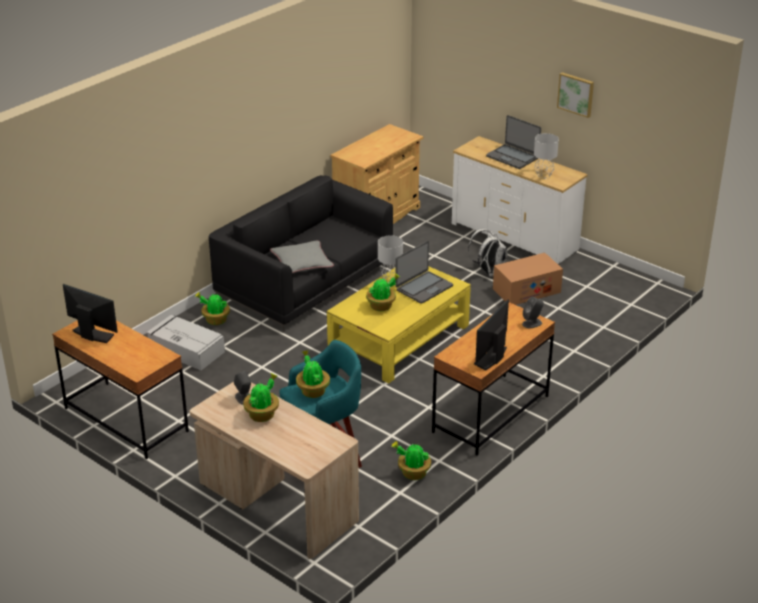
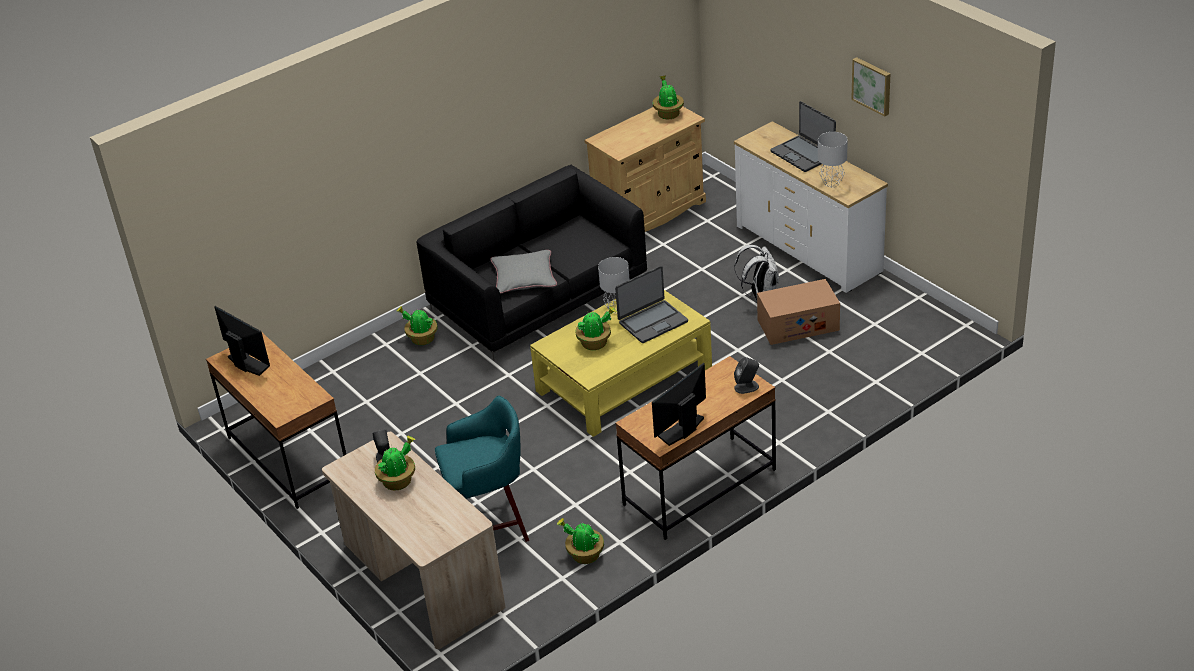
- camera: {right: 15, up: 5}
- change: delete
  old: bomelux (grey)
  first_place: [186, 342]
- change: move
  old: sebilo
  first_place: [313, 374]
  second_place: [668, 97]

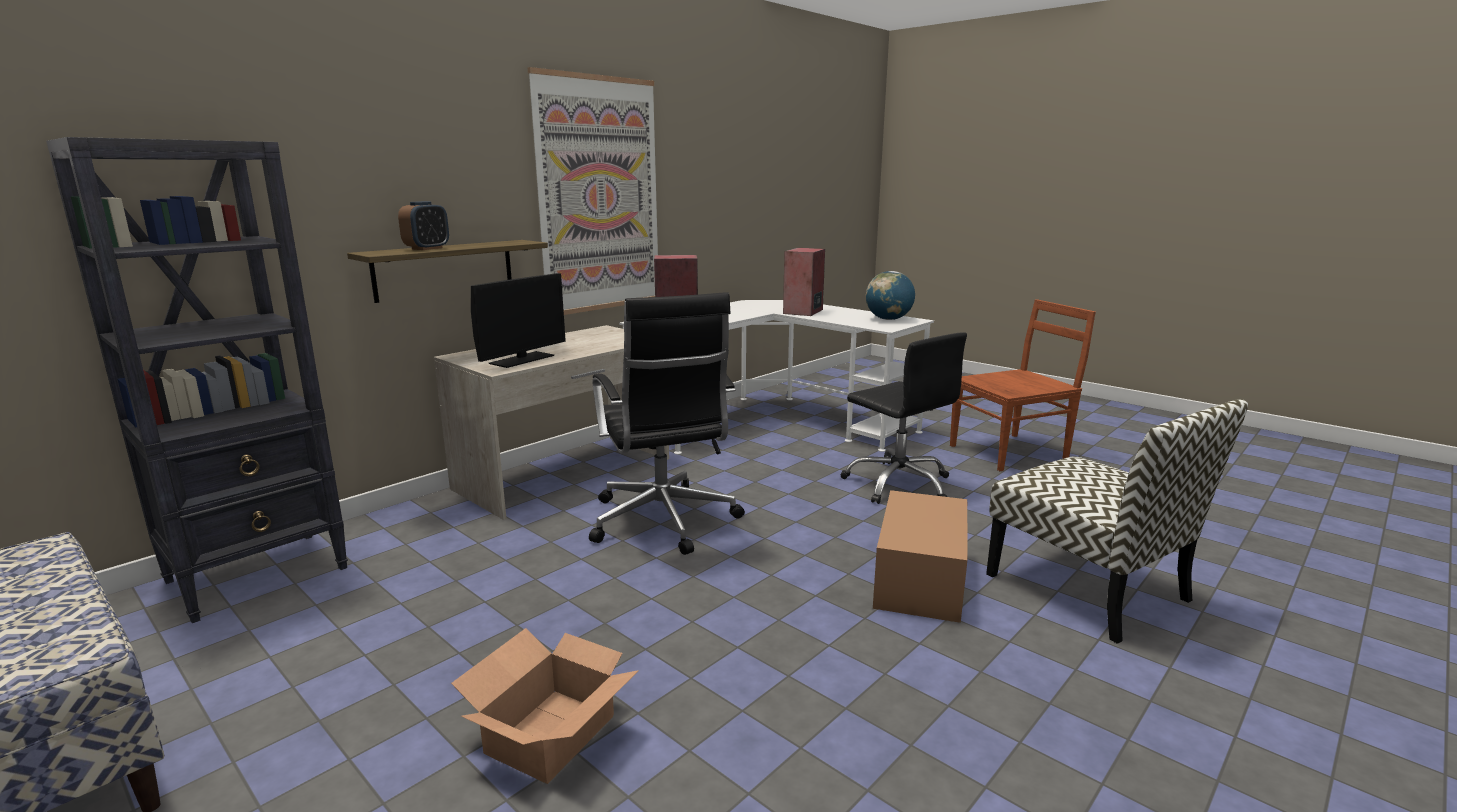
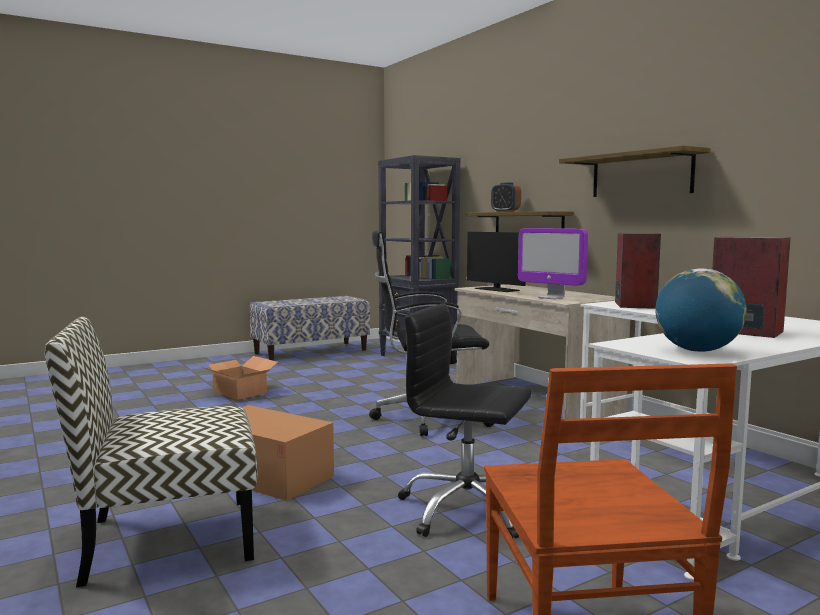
- camera: {right: 105, up: -10}
- change: replace
  old: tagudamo
  new: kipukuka
  first_place: [593, 191]
  second_place: [635, 171]
- change: rotate
  old: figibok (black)
  first_place: [904, 418]
  second_place: [464, 421]
  degrees: 45
- change: insert
  new: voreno
  second_place: [553, 263]

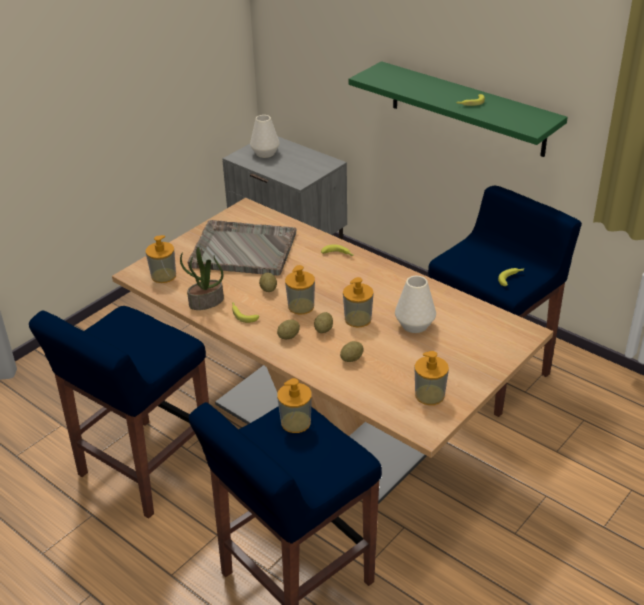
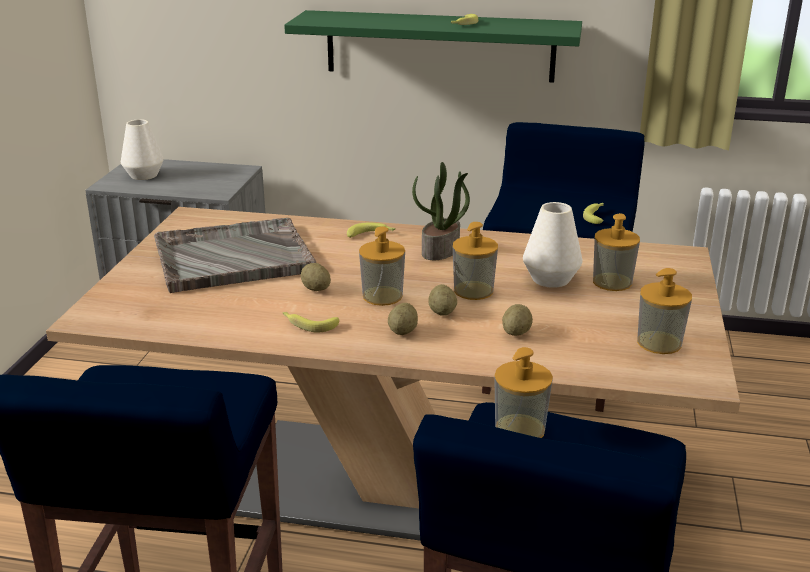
- camera: {right: -30, up: -10}
- change: move
  old: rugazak
  first_place: [161, 259]
  second_place: [616, 252]
- change: move
  old: sebilo
  first_place: [202, 278]
  second_place: [441, 211]

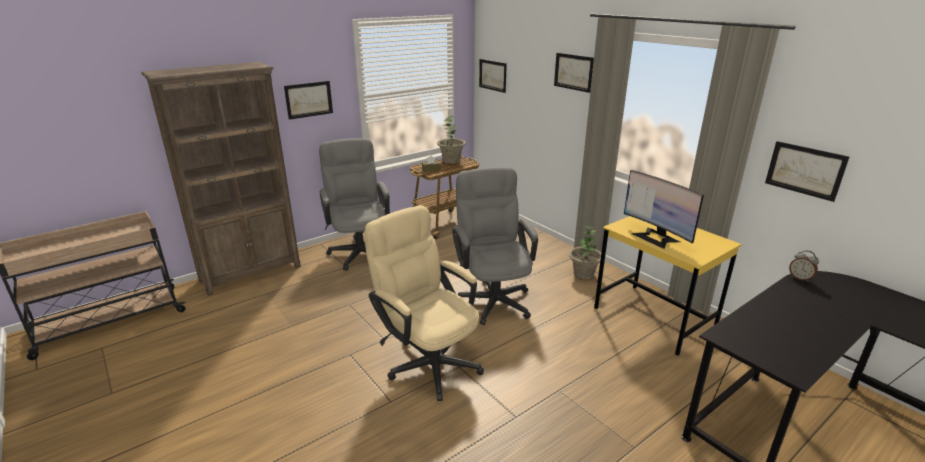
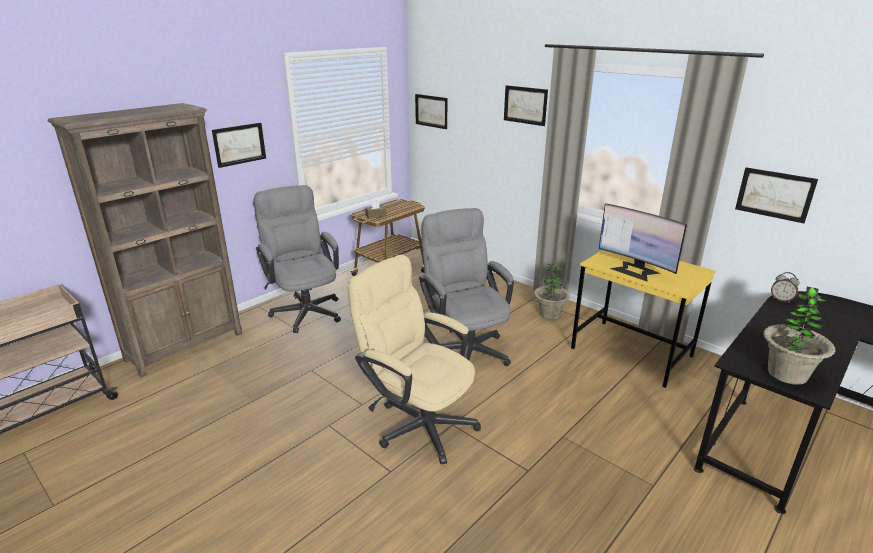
- camera: {right: -10, up: 0}
- change: move
  old: sebilo
  first_place: [451, 139]
  second_place: [799, 336]

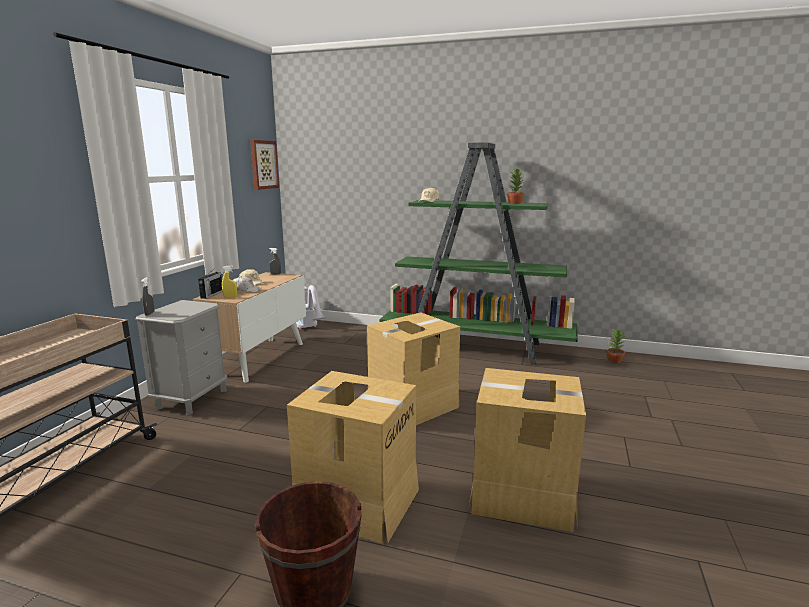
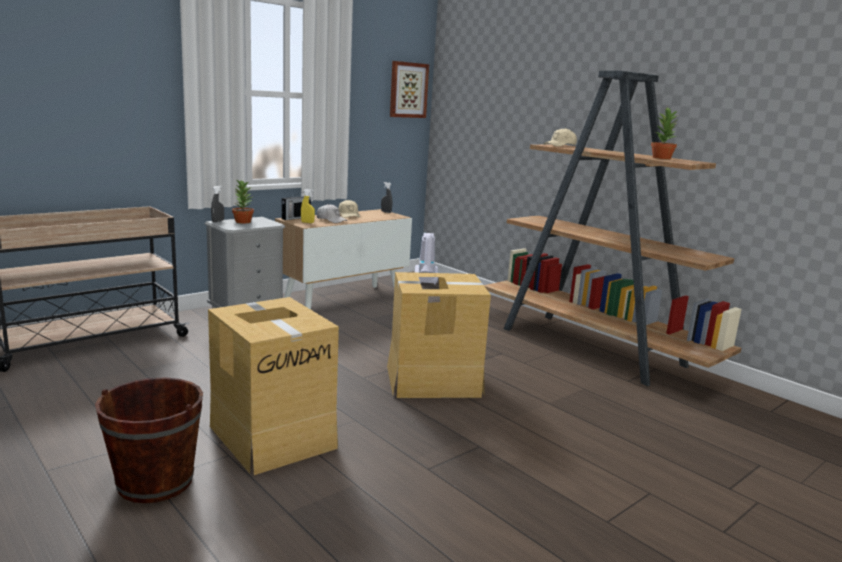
- camera: {right: 30, up: 0}
- change: recolor
  old: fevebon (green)
  new: fevebon (brown)
  first_place: [479, 253]
  second_place: [613, 228]
- change: delete
  old: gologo
  first_place: [527, 450]
- change: move
  old: sebilo
  first_place: [616, 346]
  second_place: [243, 202]

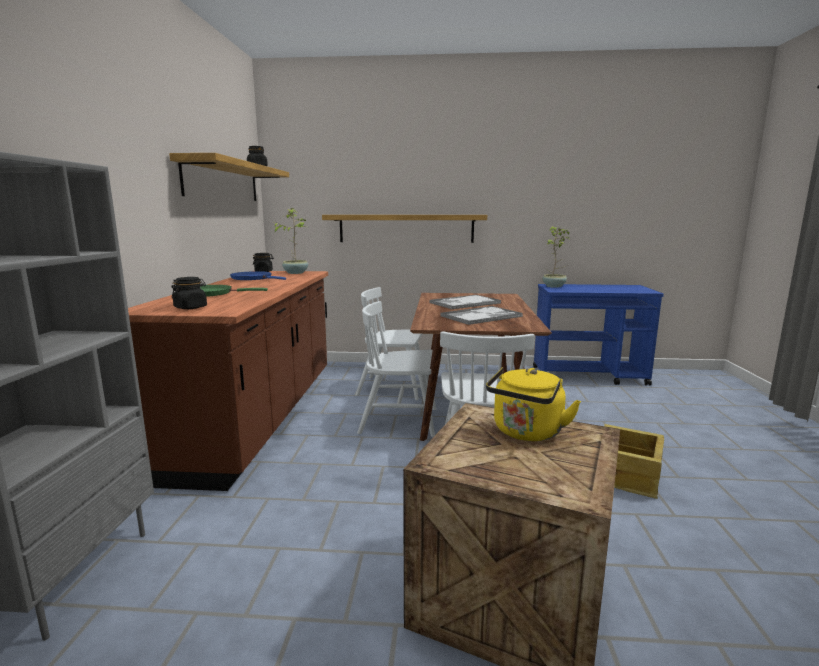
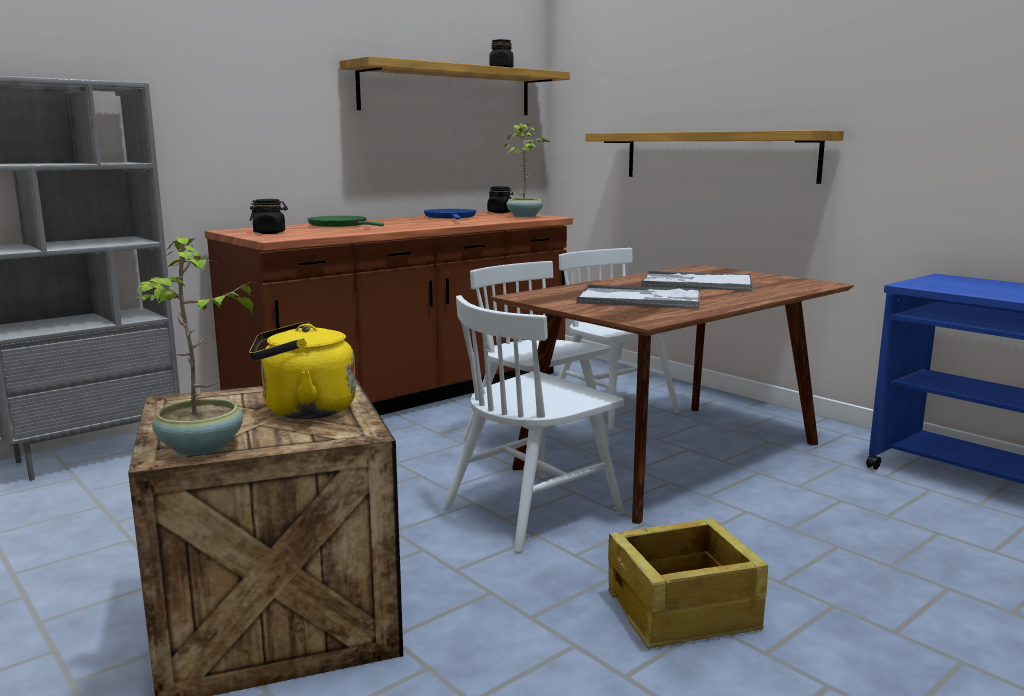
- camera: {right: 45, up: 0}
- change: move
  old: sebilo
  first_place: [556, 257]
  second_place: [196, 346]

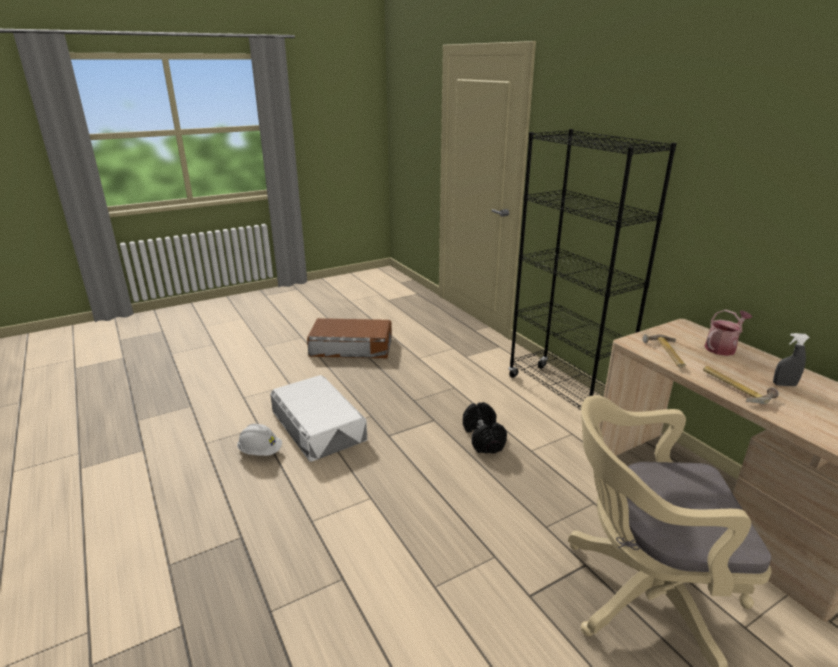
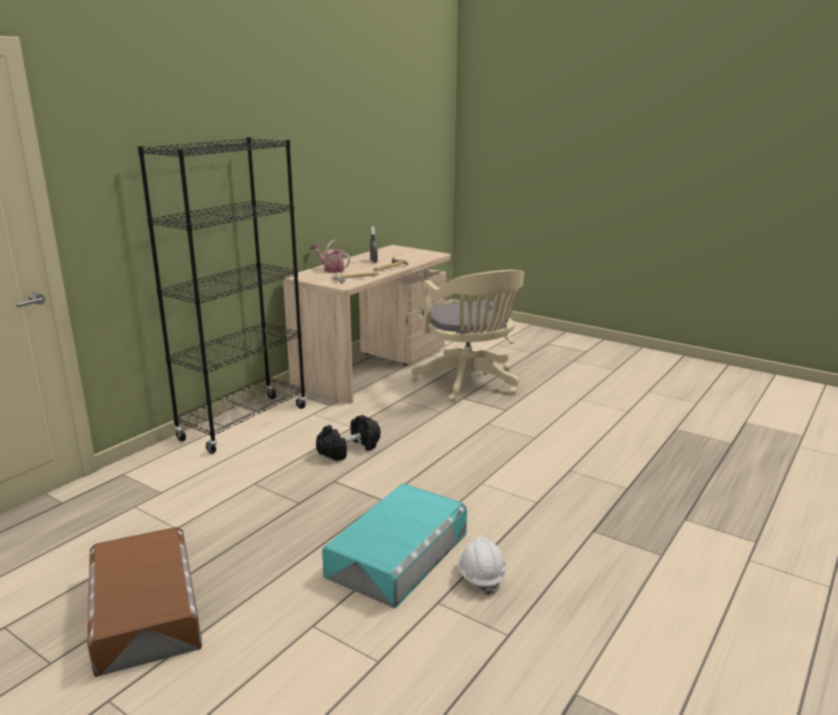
- camera: {right: -115, up: -5}
- change: recolor
  old: bomelux (white)
  new: bomelux (turquoise)
  first_place: [318, 418]
  second_place: [394, 545]

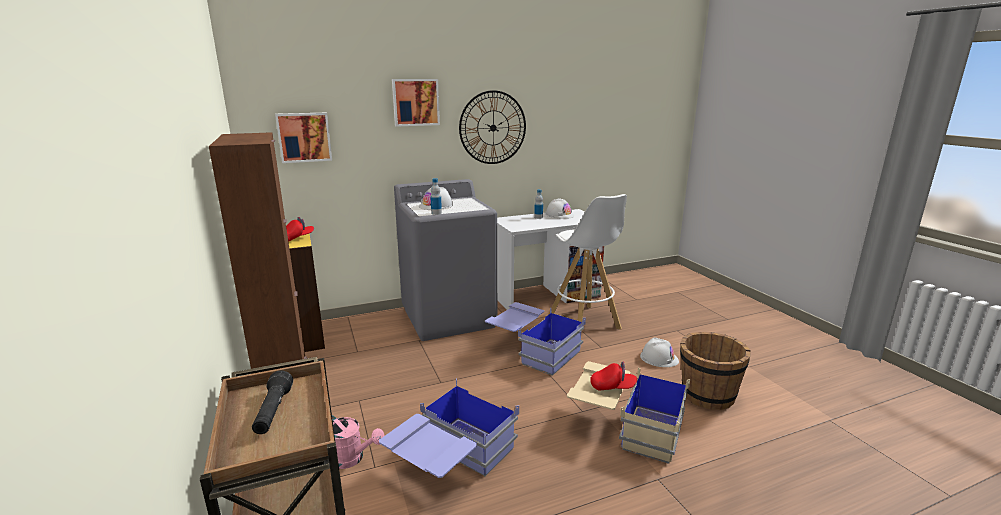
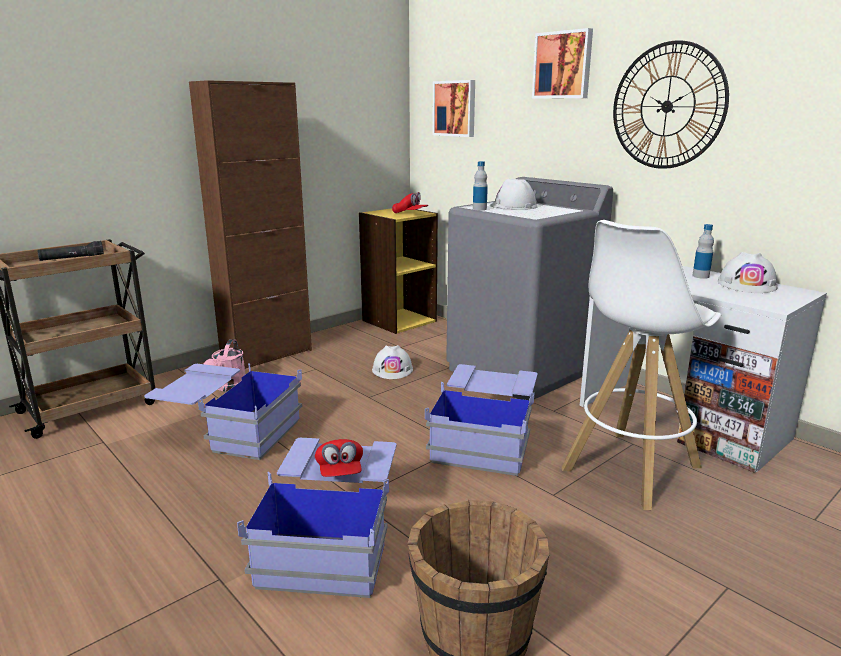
- camera: {right: 70, up: 0}
- change: recolor
  old: bomelux (beige)
  new: bomelux (blue)
  first_place: [628, 412]
  second_place: [317, 517]
- change: move
  old: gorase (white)
  first_place: [659, 352]
  second_place: [392, 362]

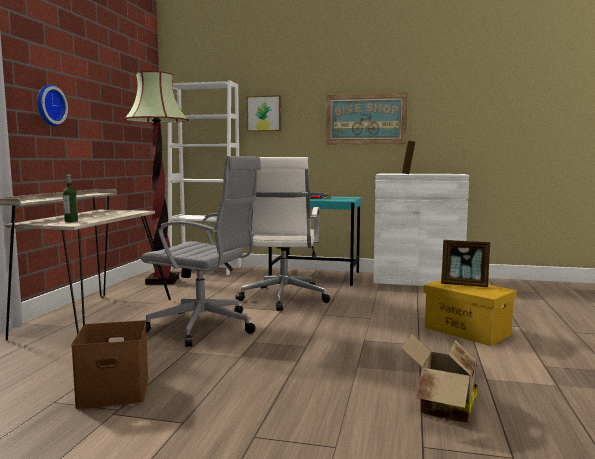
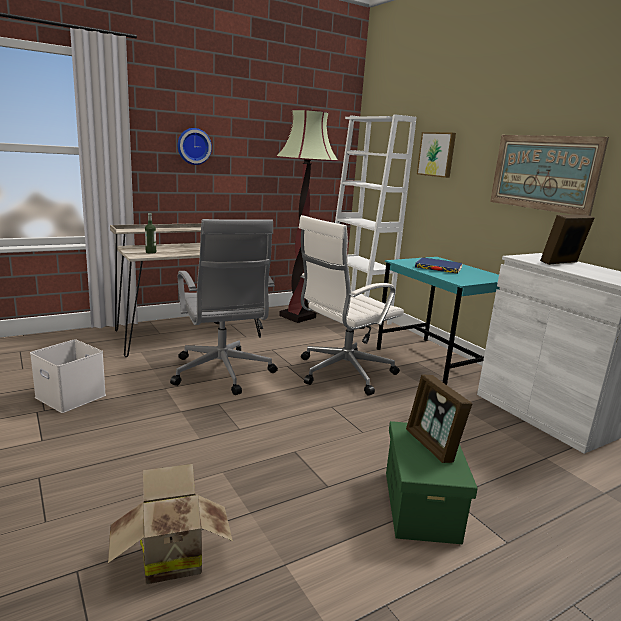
- camera: {right: 45, up: 10}
- change: recolor
  old: bomelux (brown)
  new: bomelux (white)
  first_place: [110, 364]
  second_place: [68, 376]
- change: recolor
  old: bomelux (yellow)
  new: bomelux (green)
  first_place: [470, 313]
  second_place: [432, 482]

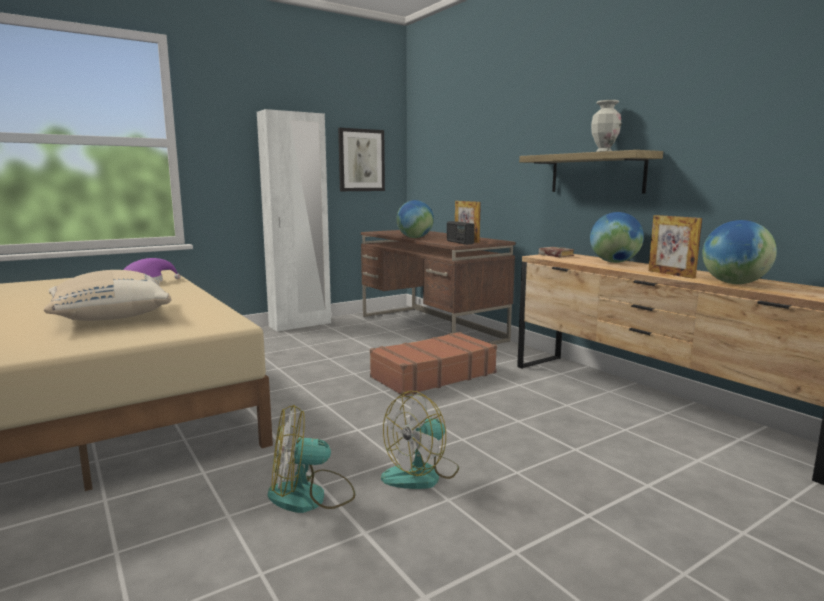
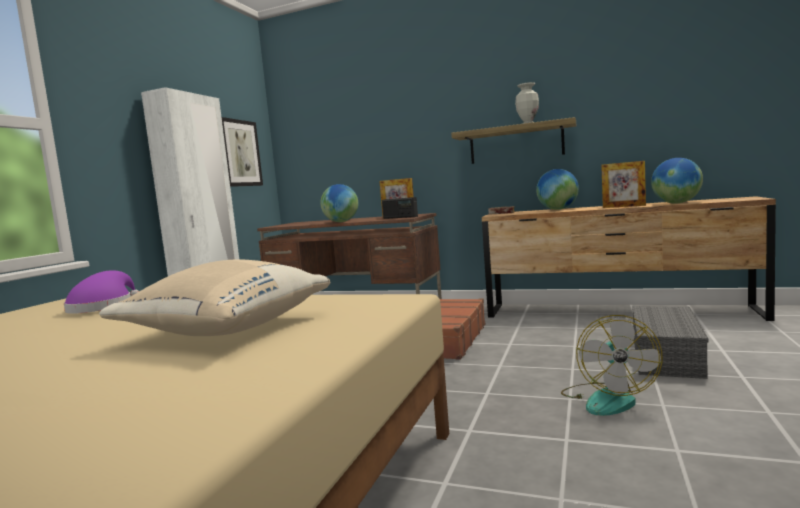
- camera: {right: -35, up: -5}
- change: delete
  old: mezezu
  first_place: [312, 459]
- change: insert
  new: bomelux (grey)
  second_place: [670, 342]

